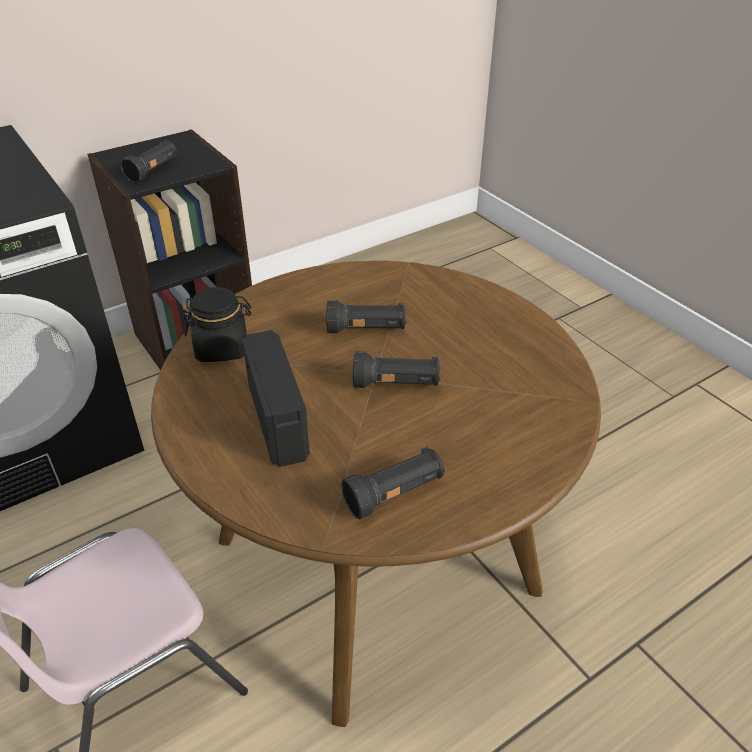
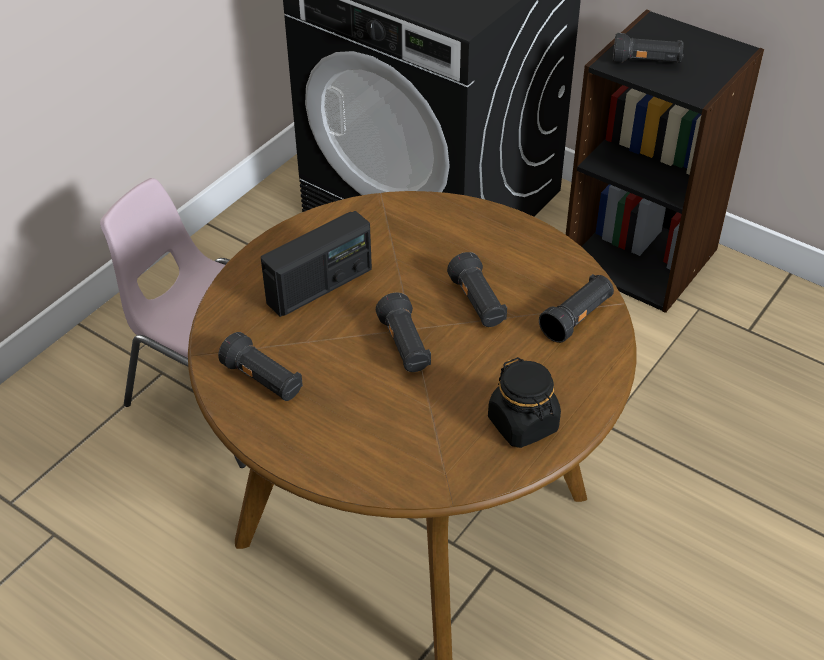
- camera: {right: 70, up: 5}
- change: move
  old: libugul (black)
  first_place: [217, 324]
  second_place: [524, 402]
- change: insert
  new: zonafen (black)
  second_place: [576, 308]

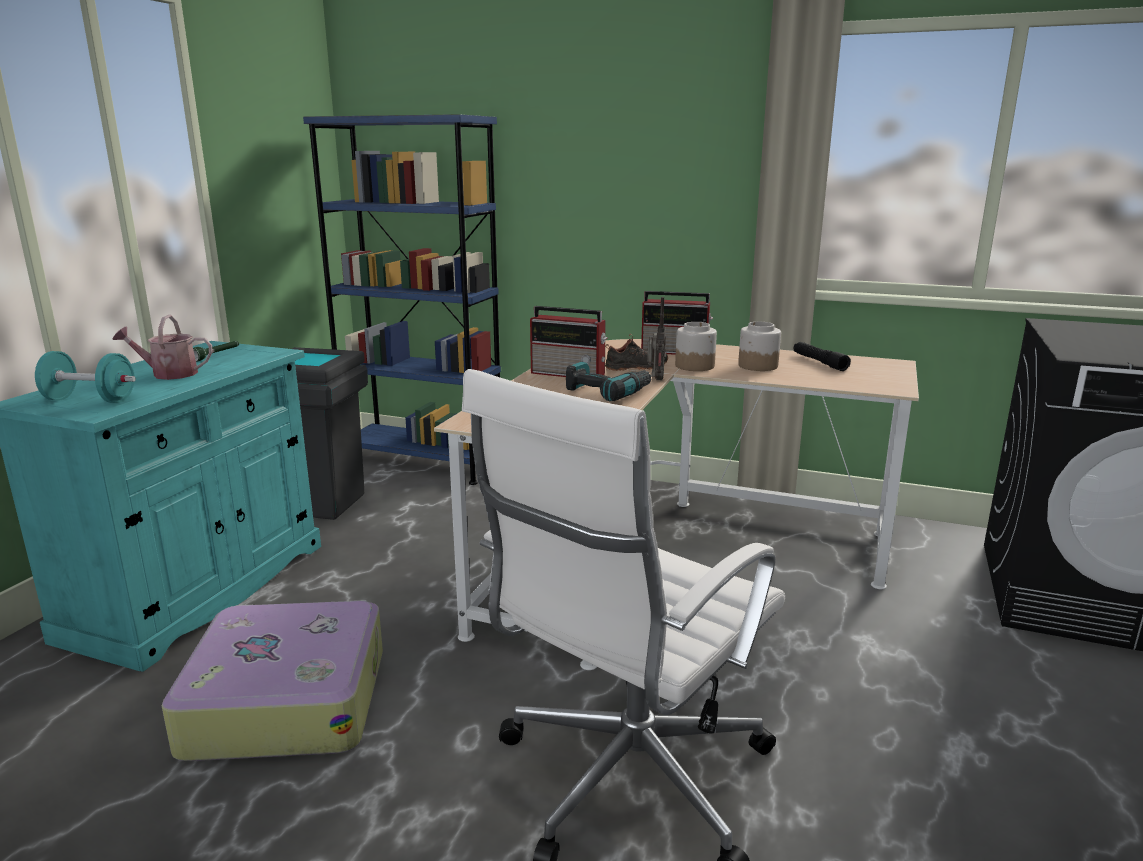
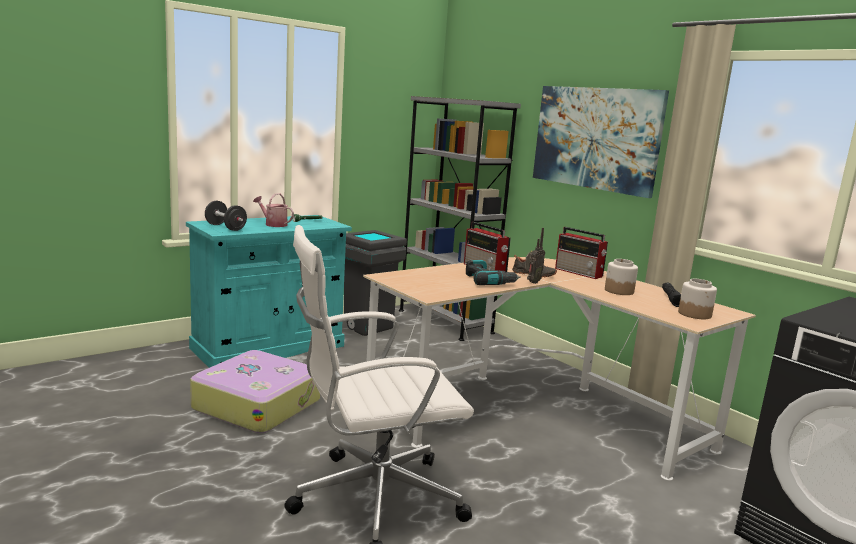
- camera: {right: 30, up: -5}
- change: recolor
  old: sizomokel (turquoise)
  new: sizomokel (black)
  first_place: [85, 377]
  second_place: [226, 216]
- change: recolor
  old: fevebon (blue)
  new: fevebon (grey)
  first_place: [402, 299]
  second_place: [460, 218]
- change: move
  old: libugul
  first_place: [696, 346]
  second_place: [697, 299]
- change: insert
  new: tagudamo
  second_place: [601, 142]

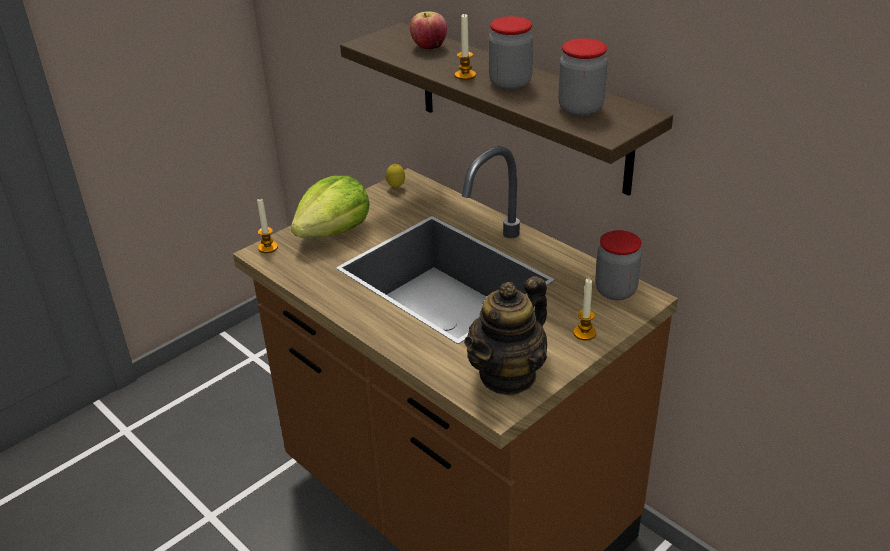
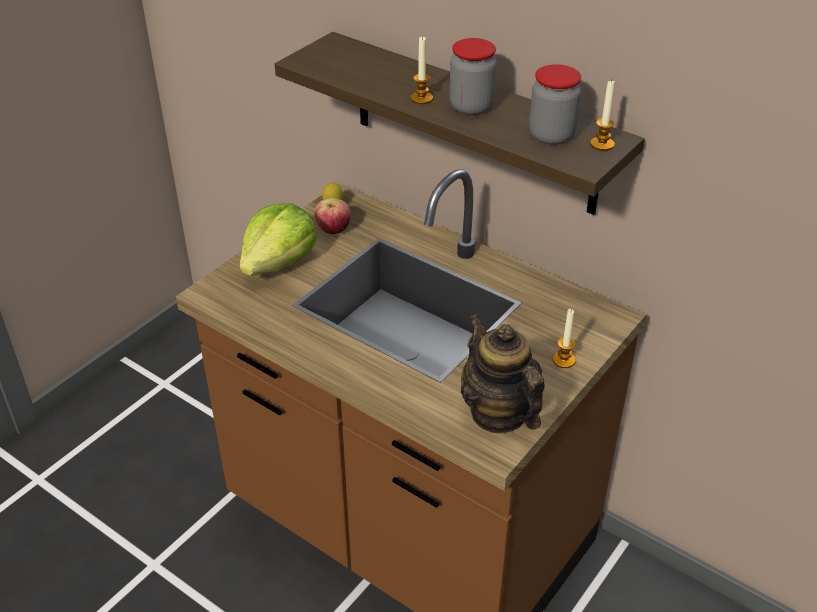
- camera: {right: -10, up: 5}
- change: move
  old: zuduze
  first_place: [267, 225]
  second_place: [602, 115]
- change: move
  old: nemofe
  first_place: [428, 30]
  second_place: [333, 216]
- change: rotate
  old: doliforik
  first_place: [505, 336]
  second_place: [503, 373]
  degrees: 120
- change: delete
  old: libugul
  first_place: [618, 265]

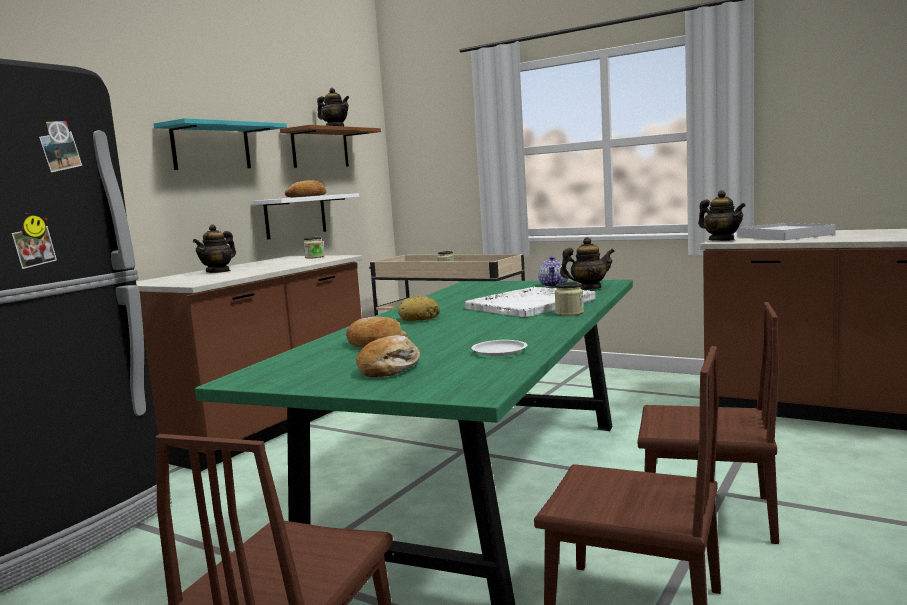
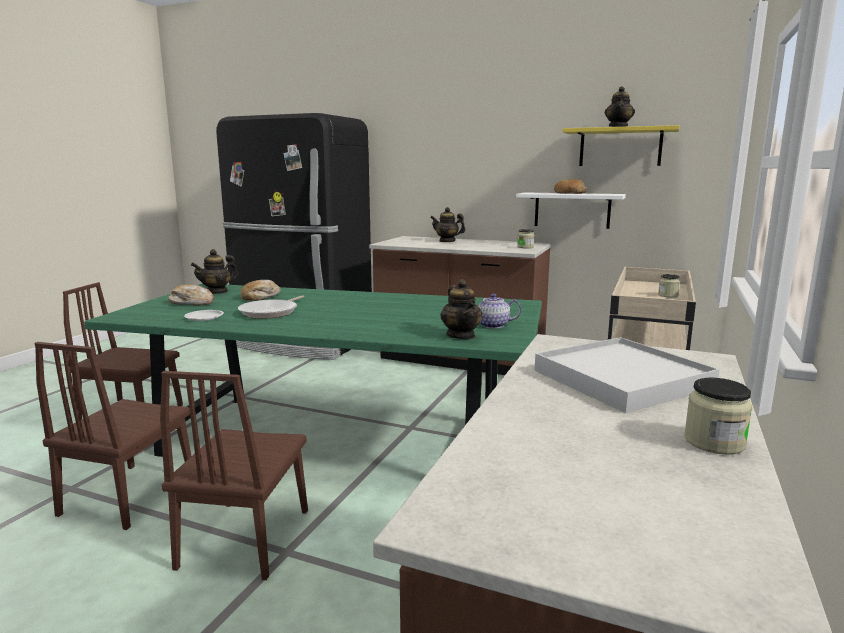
- camera: {right: 80, up: 5}
- change: delete
  old: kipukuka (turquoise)
  first_place: [220, 144]
- change: recolor
  old: kipukuka (brown)
  new: kipukuka (yellow)
  first_place: [330, 146]
  second_place: [621, 145]
- change: delete
  old: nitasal
  first_place: [419, 308]
- change: delete
  old: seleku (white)
  first_place: [530, 302]
- change: move
  old: libugul
  first_place: [569, 299]
  second_place: [718, 416]
- change: move
  old: doliforik
  first_place: [722, 215]
  second_place: [214, 271]
- change: insert
  new: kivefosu
  second_place: [271, 307]

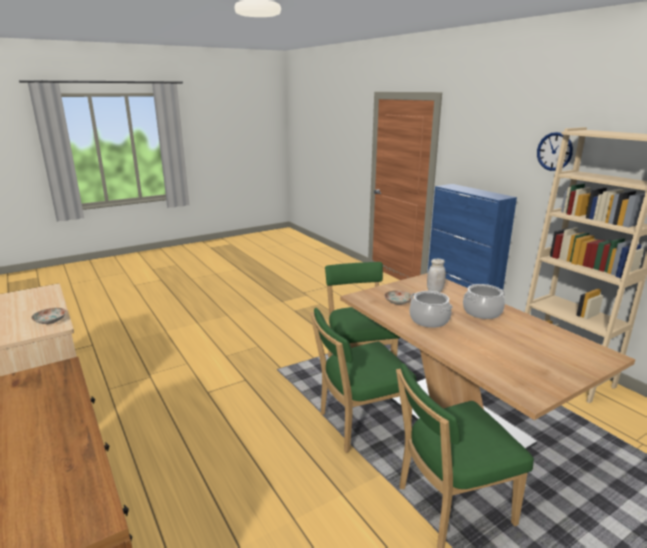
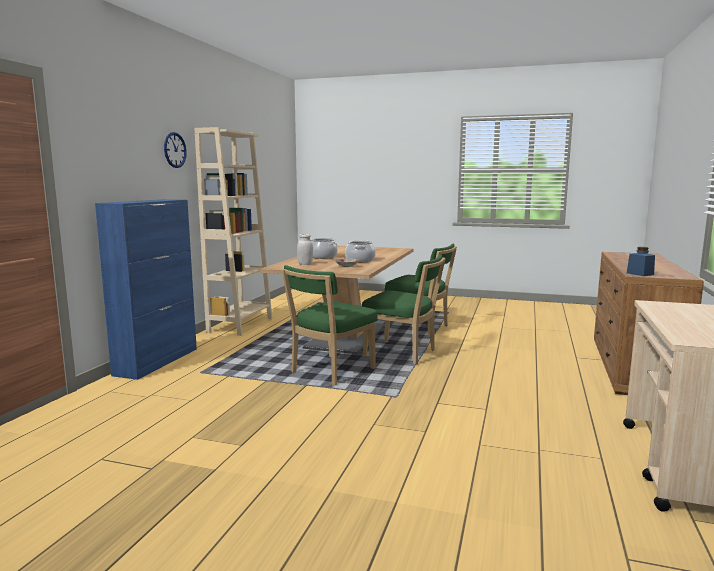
- camera: {right: -130, up: -10}
- change: delete
  old: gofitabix
  first_place: [48, 316]
- change: insert
  new: libugul (blue)
  second_place: [641, 261]

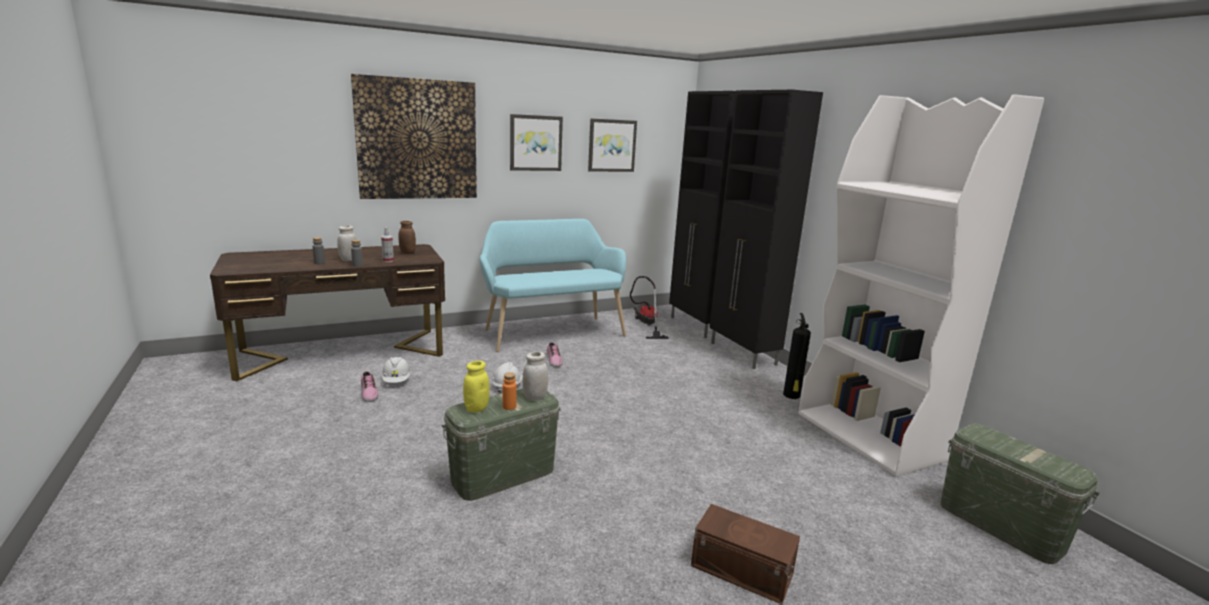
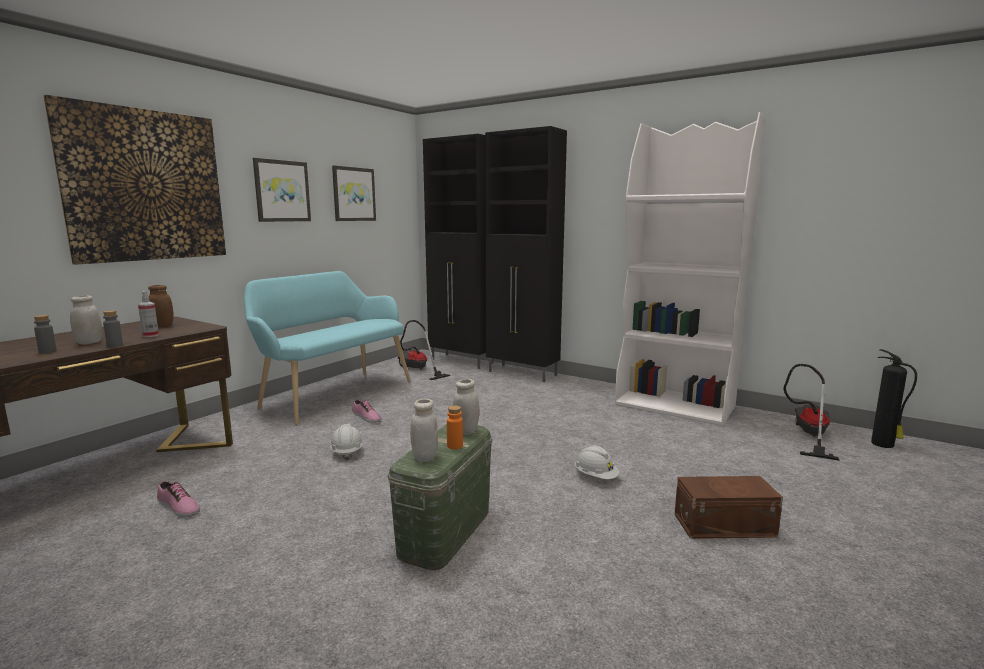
- camera: {right: -30, up: -5}
- change: move
  old: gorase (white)
  first_place: [396, 370]
  second_place: [597, 462]
- change: recolor
  old: libugul (yellow)
  new: libugul (white)
  first_place: [476, 387]
  second_place: [424, 430]
- change: move
  old: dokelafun
  first_place: [797, 356]
  second_place: [894, 398]
- change: replace
  old: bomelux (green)
  new: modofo
  first_place: [1020, 494]
  second_place: [811, 412]

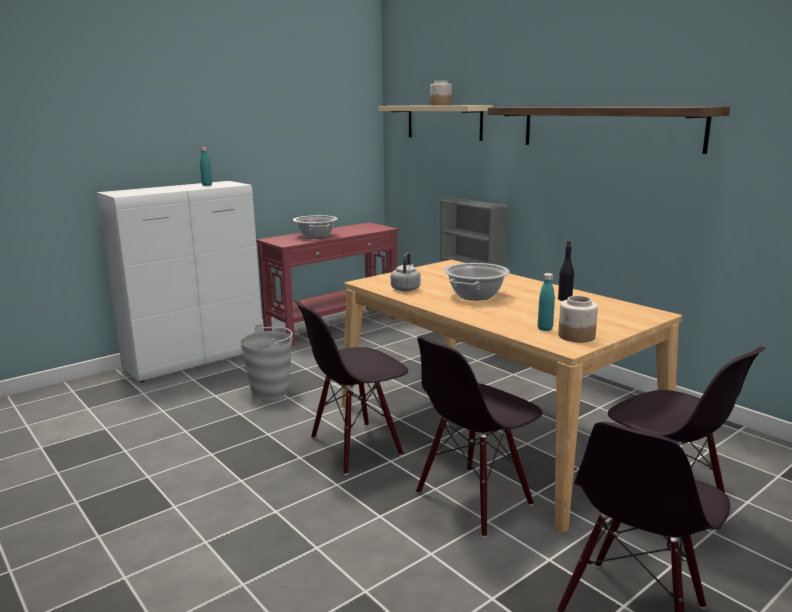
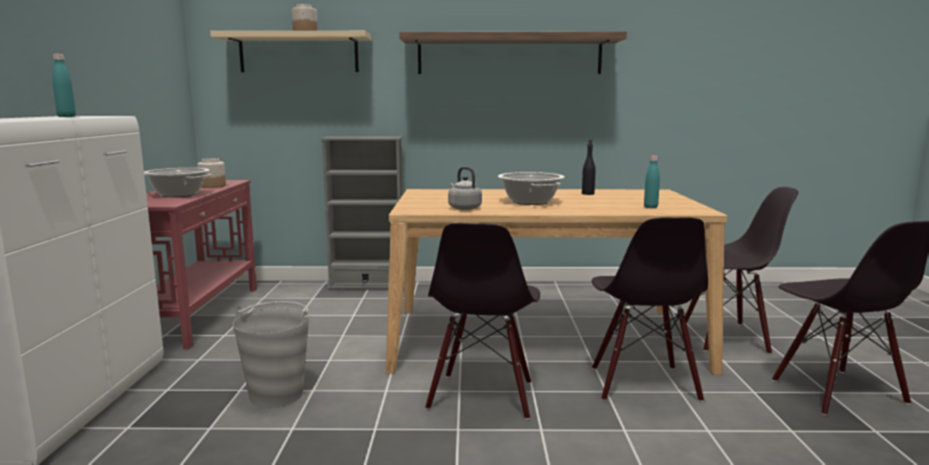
- camera: {right: -50, up: -5}
- change: move
  old: libugul
  first_place: [578, 319]
  second_place: [211, 173]

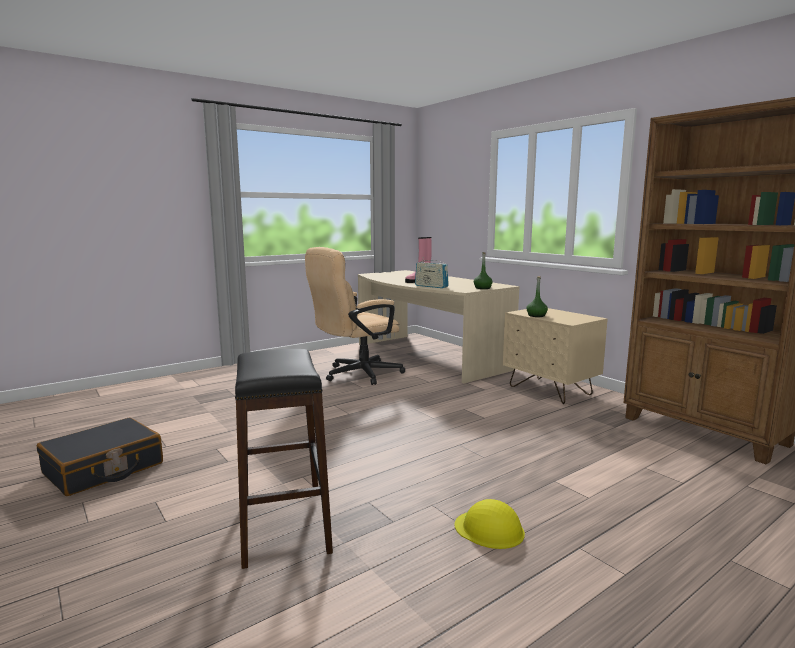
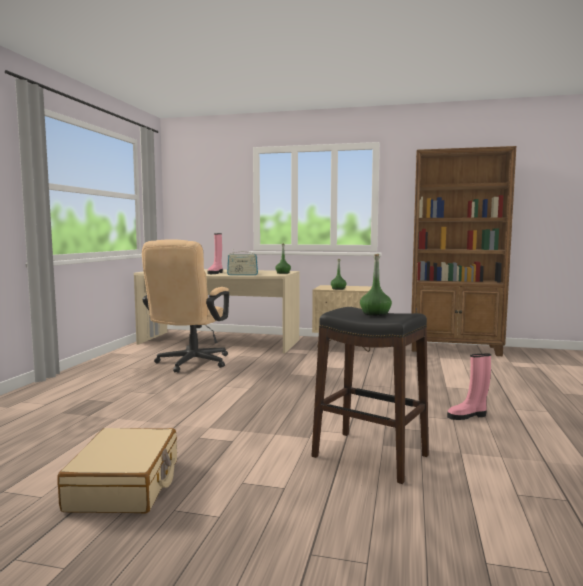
- camera: {right: -40, up: -5}
- change: recolor
  old: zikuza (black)
  new: zikuza (beige)
  first_place: [100, 457]
  second_place: [117, 470]
- change: replace
  old: gorase (yellow)
  new: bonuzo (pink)
  first_place: [490, 524]
  second_place: [469, 386]
- change: insert
  new: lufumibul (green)
  second_place: [376, 285]

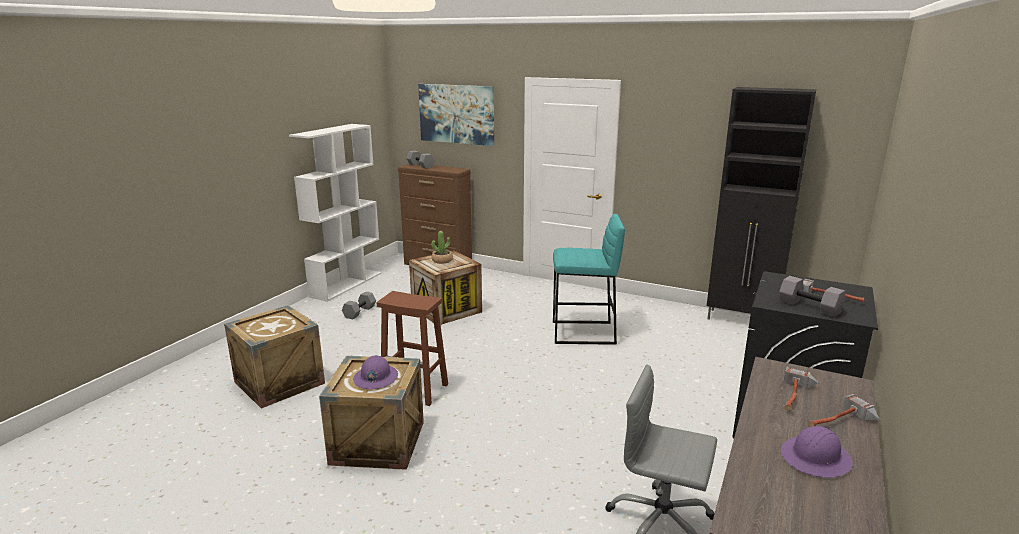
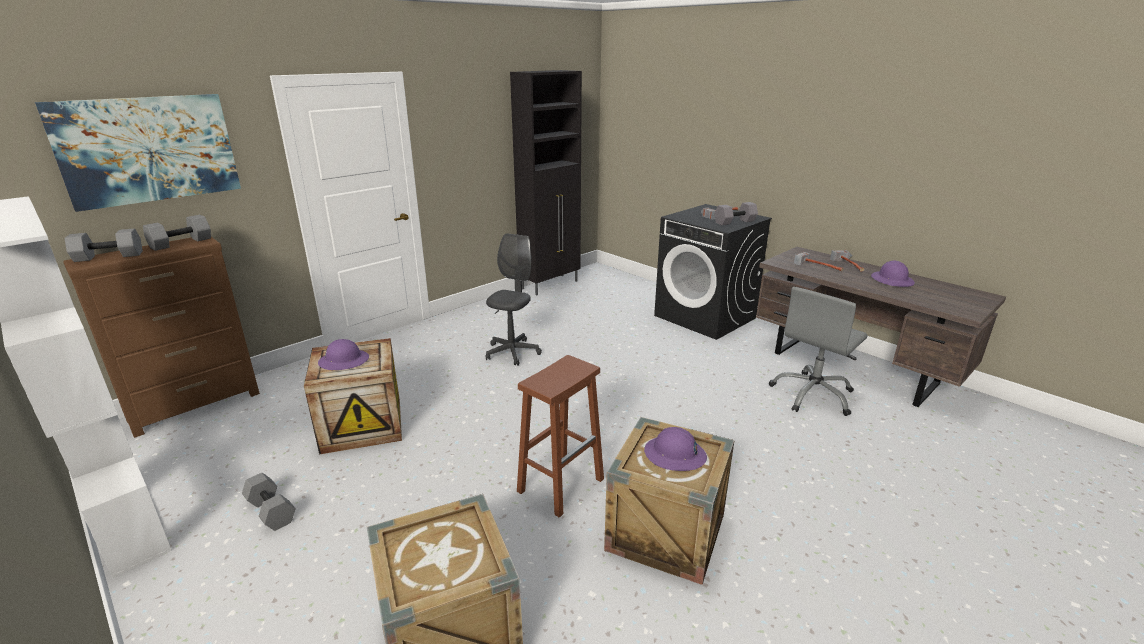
- camera: {right: -70, up: 5}
- change: replace
  old: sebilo
  new: gorase (purple)
  first_place: [442, 247]
  second_place: [343, 354]
- change: replace
  old: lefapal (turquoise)
  new: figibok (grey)
  first_place: [589, 279]
  second_place: [514, 299]
- change: insert
  new: sizomokel (grey)
  second_place: [177, 233]

